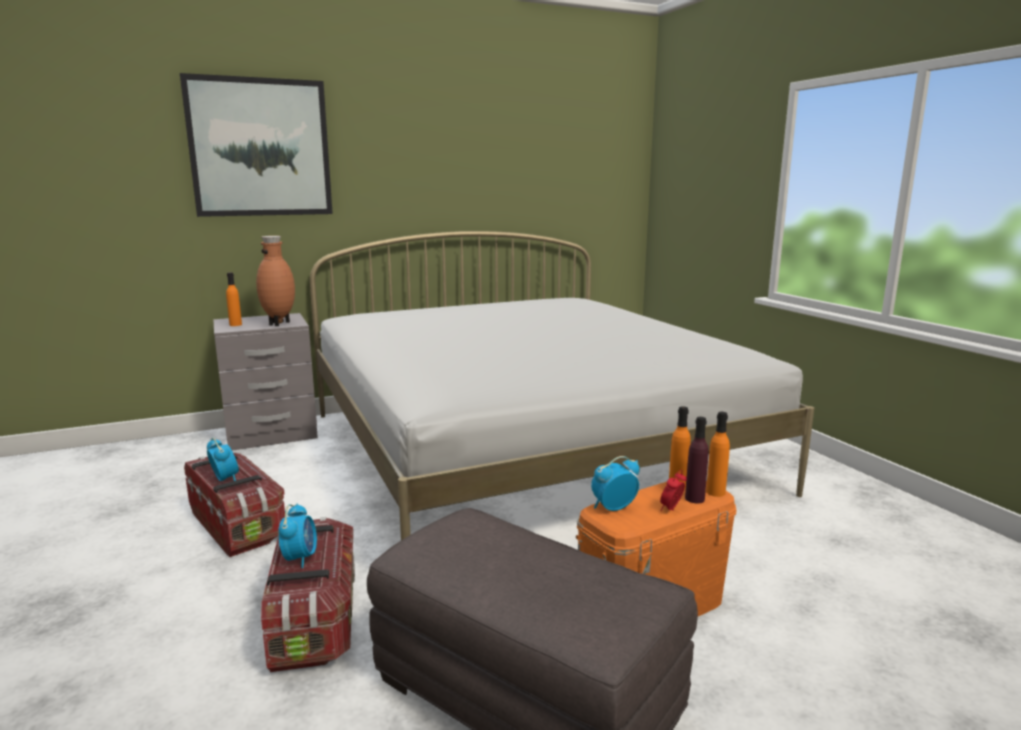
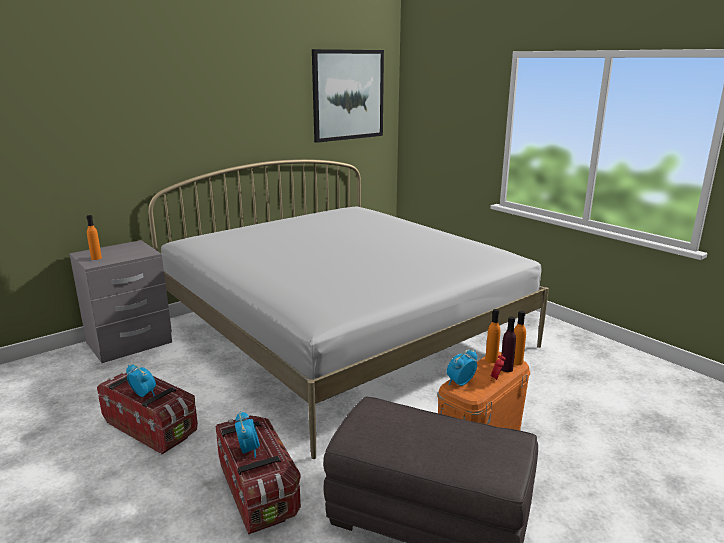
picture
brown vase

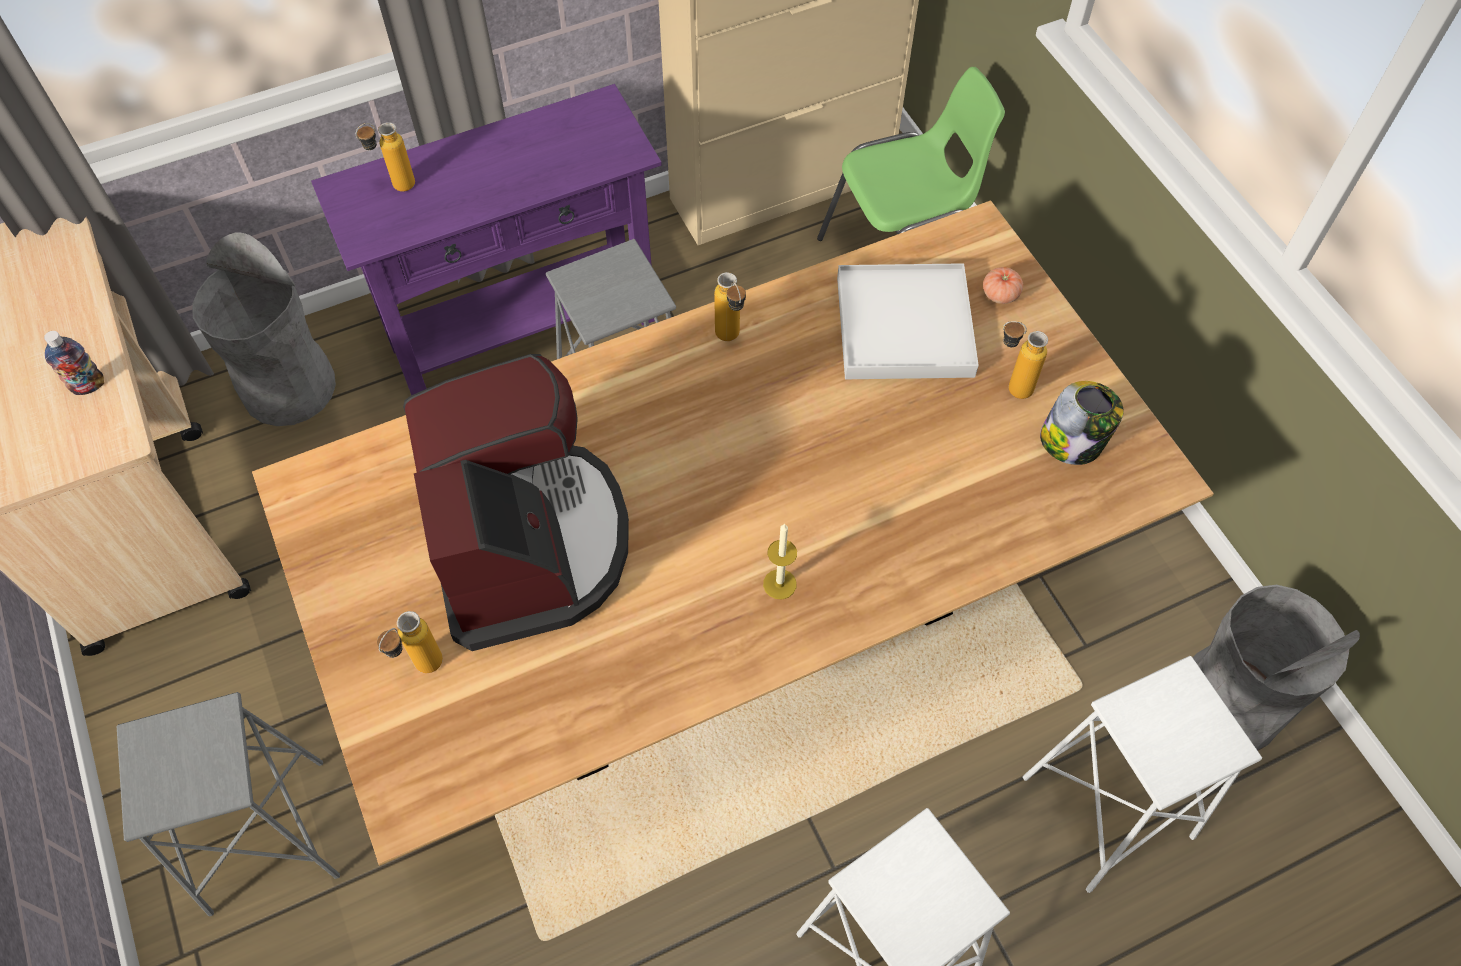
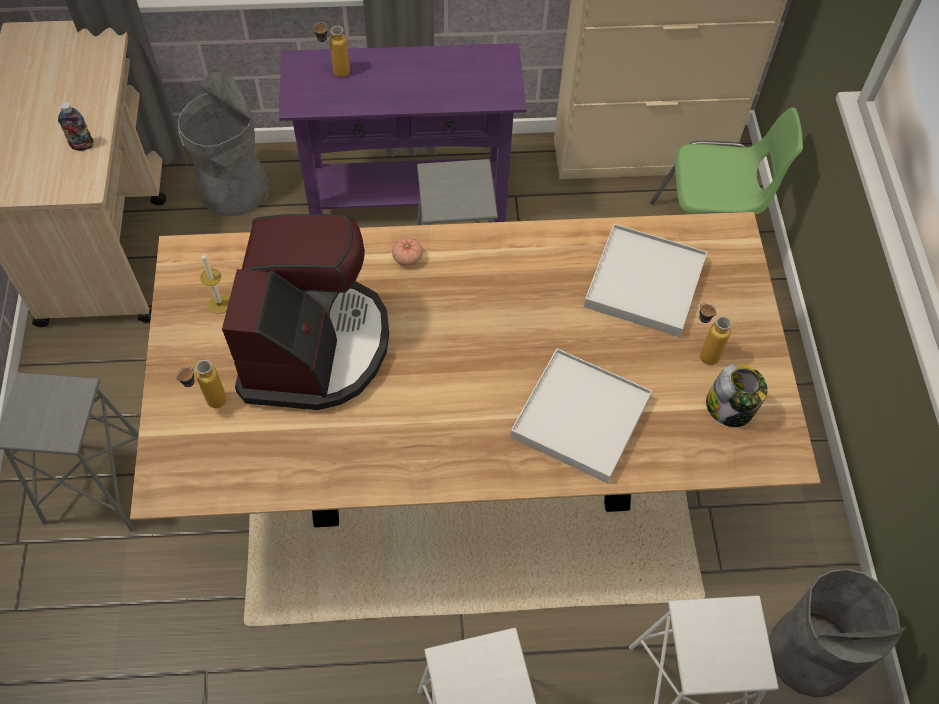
tomato
bottle (no. 4 from left in the first image)
candle
white tray (no. 1 from left)

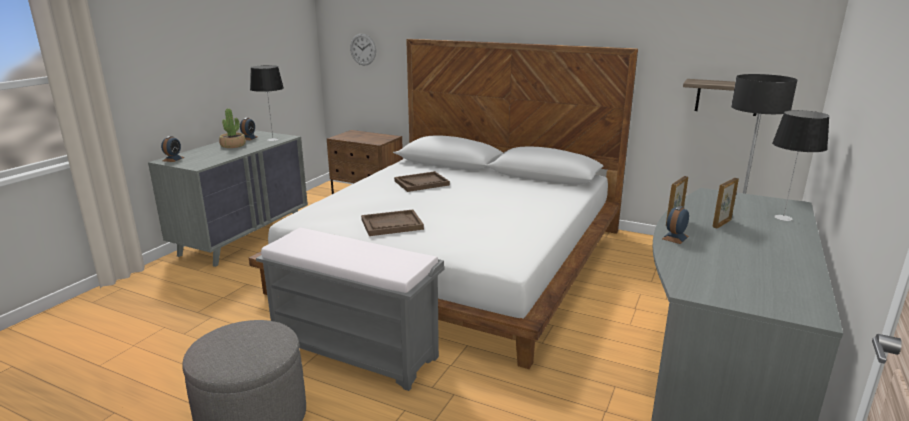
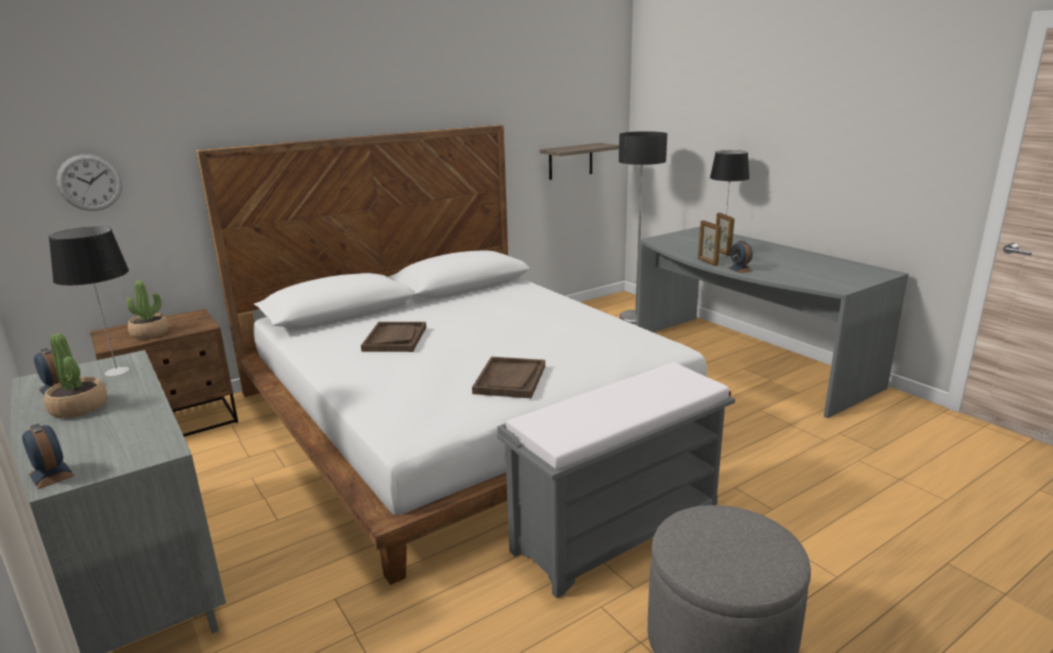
potted plant (no. 2 from left)

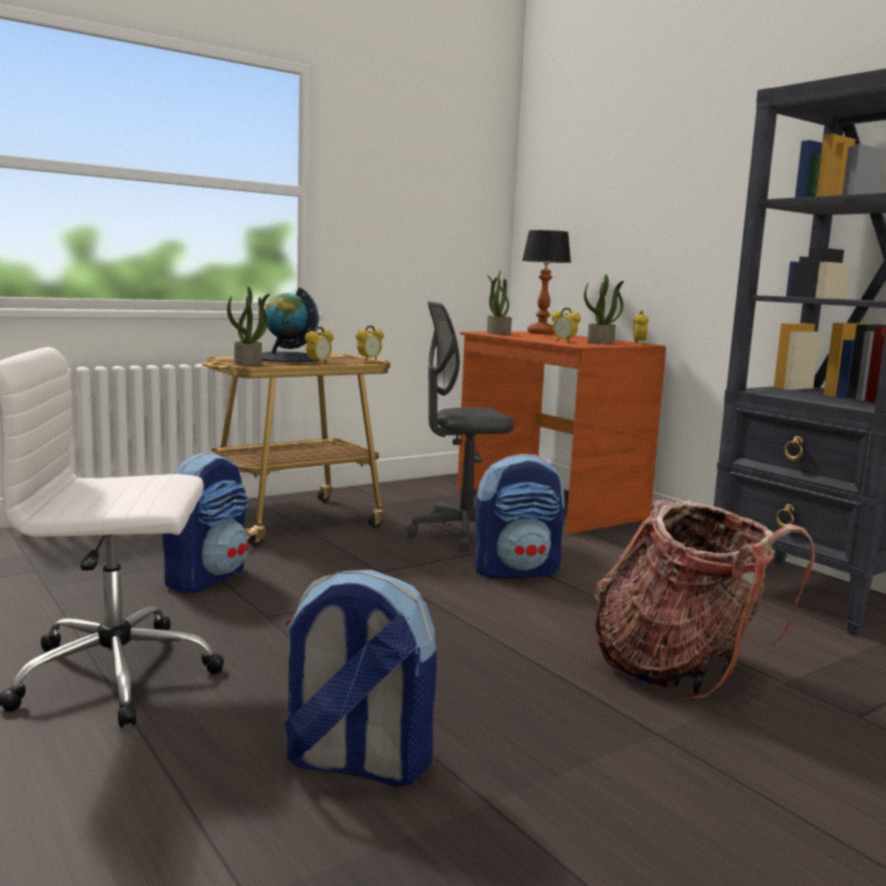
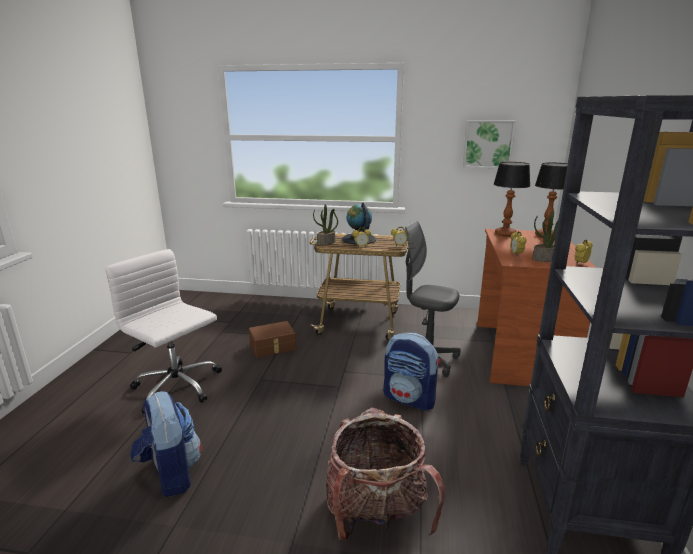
table lamp (no. 1 from left)
brown storage box
picture

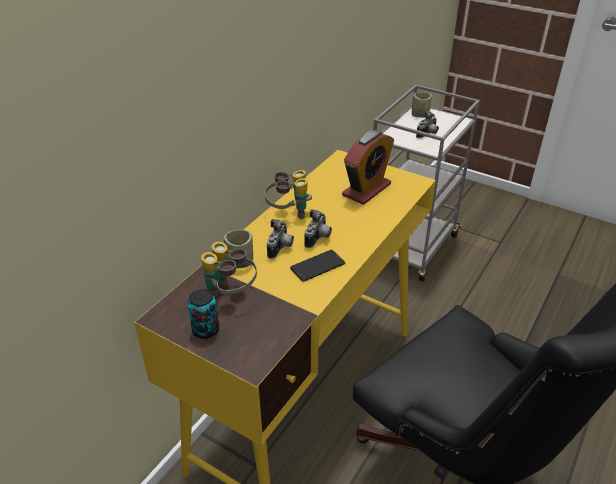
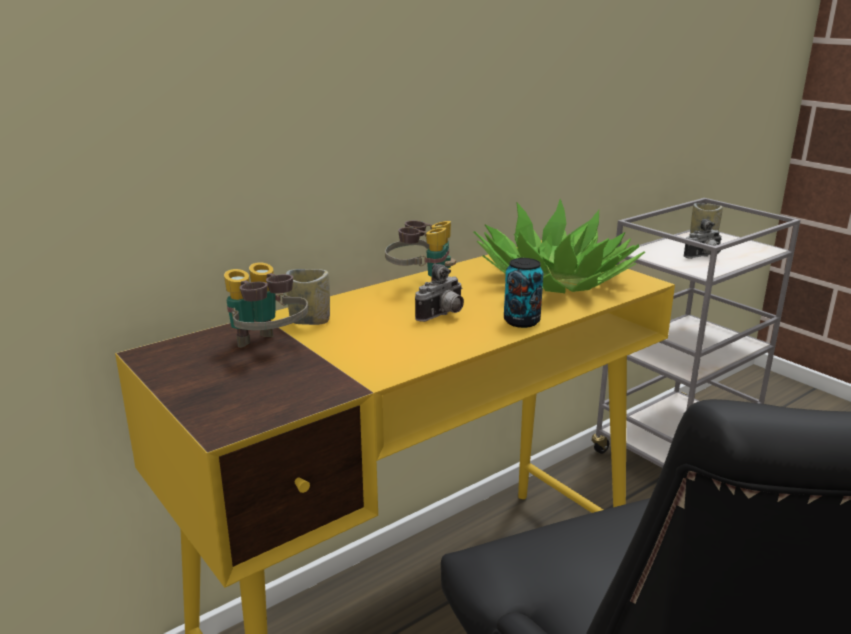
potted plant
photo camera (no. 1 from left in the first image)
phone
can

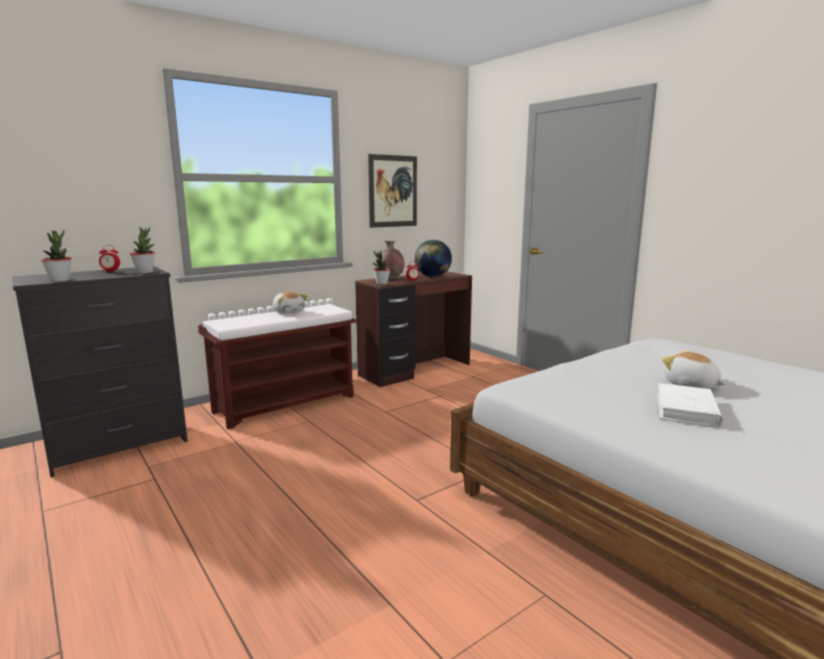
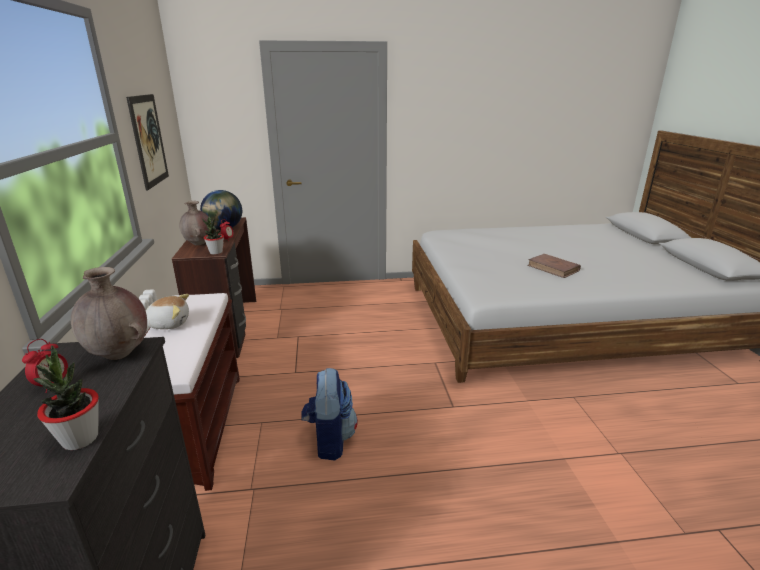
brown vase (no. 1 from left)
plush toy (no. 2 from left in the first image)
brown book
backpack

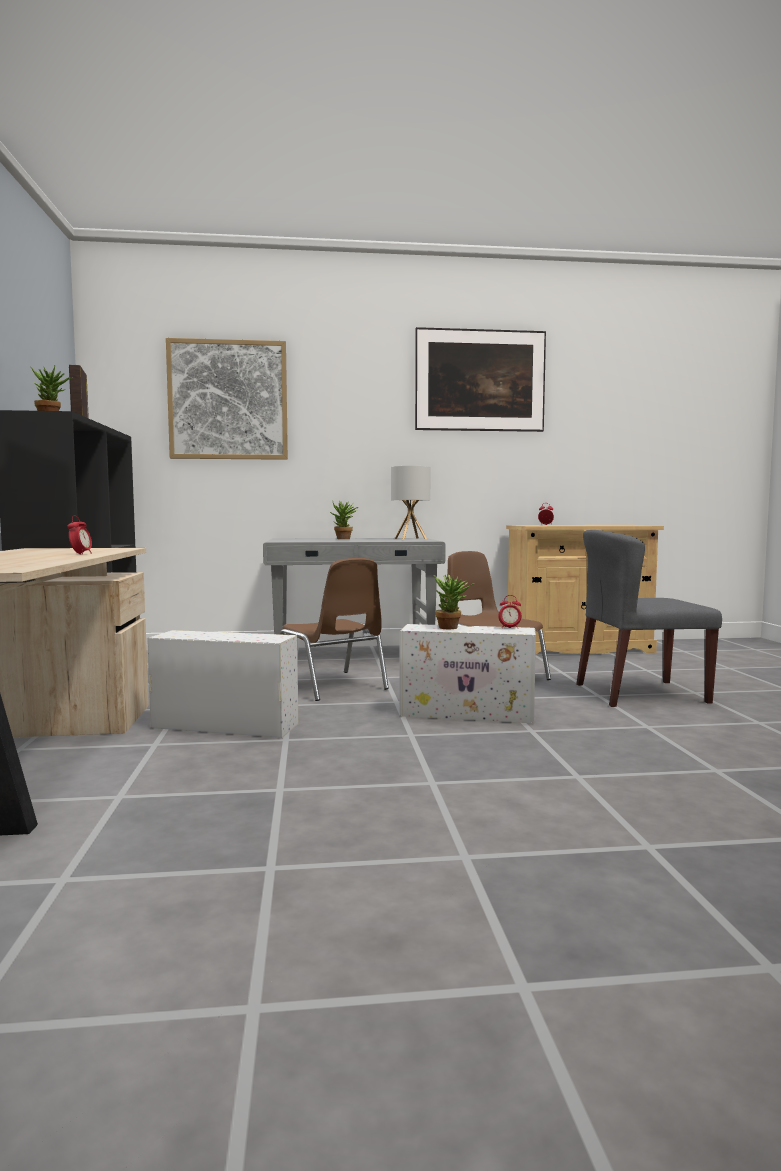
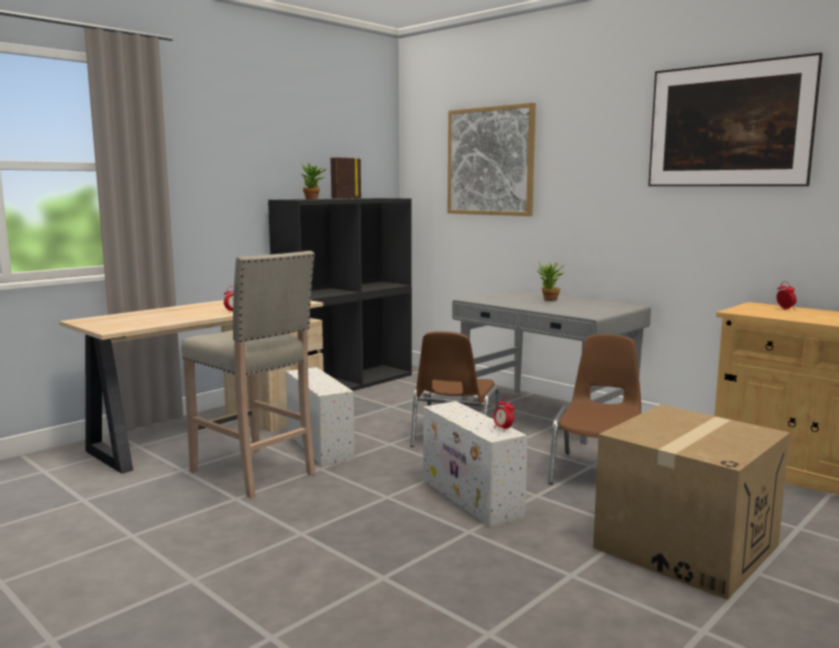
table lamp
cardboard box
potted plant (no. 3 from left in the first image)
beige stool

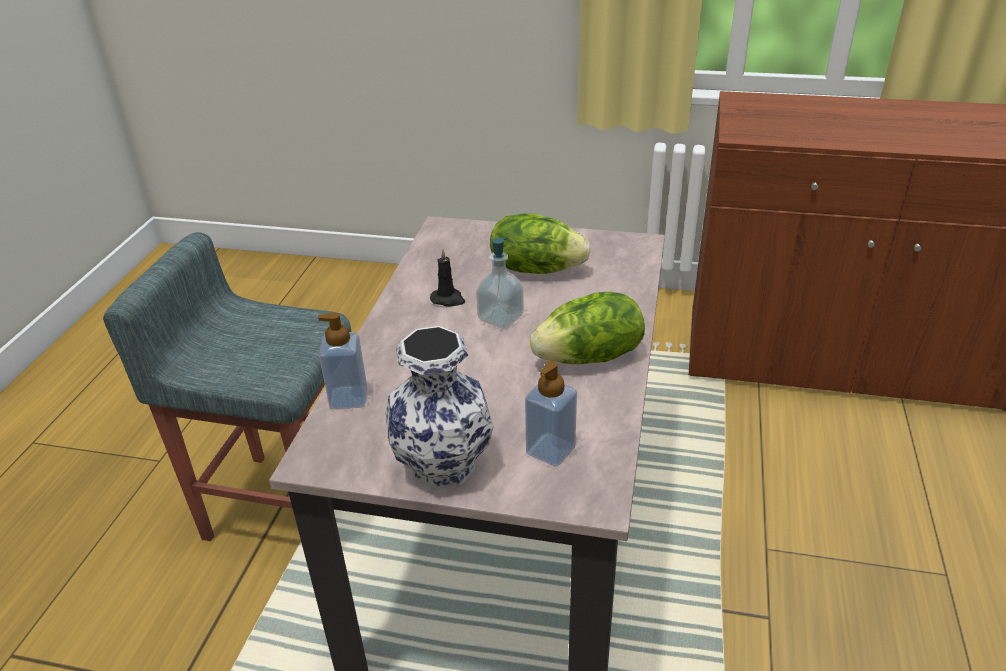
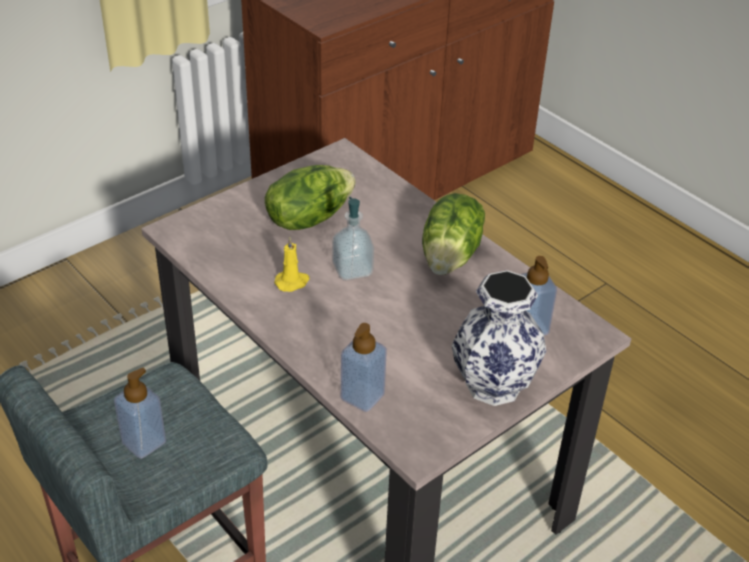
yellow candle
soap dispenser (no. 1 from left)

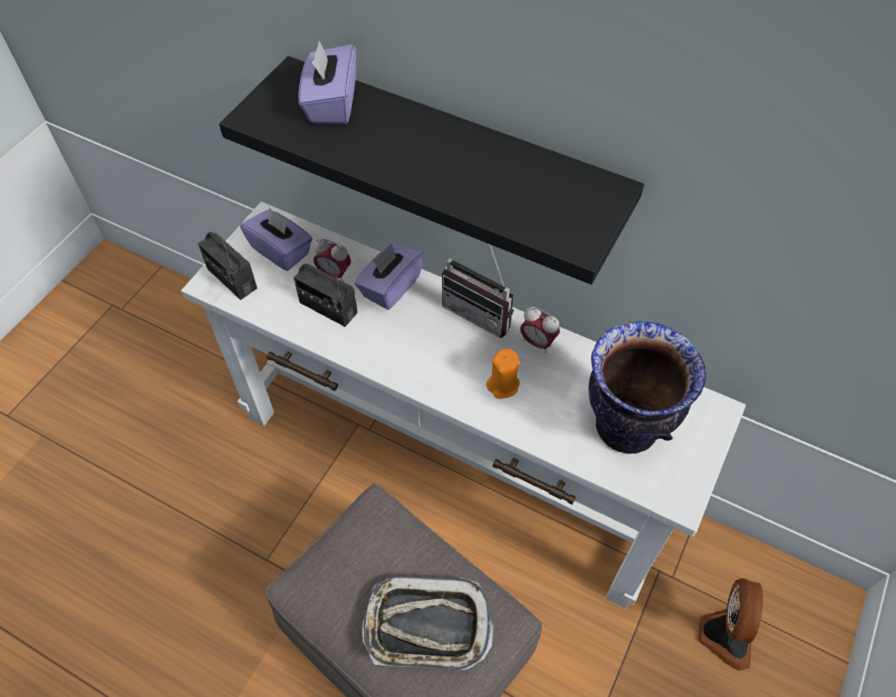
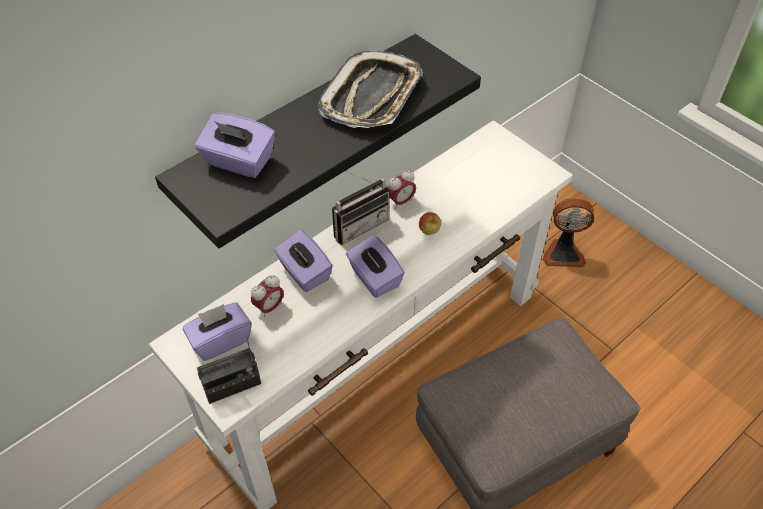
radio (no. 2 from left in the first image)
vase
apple
tray
fan
purple tissue box (no. 4 from left)

